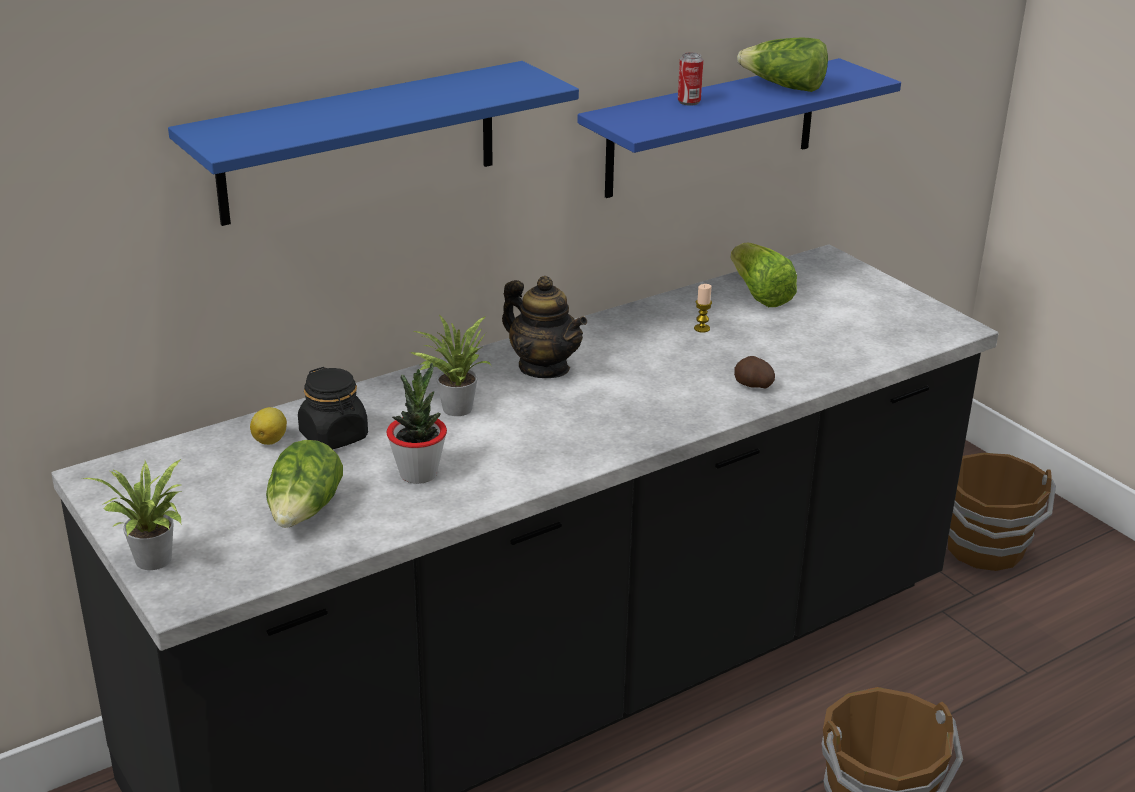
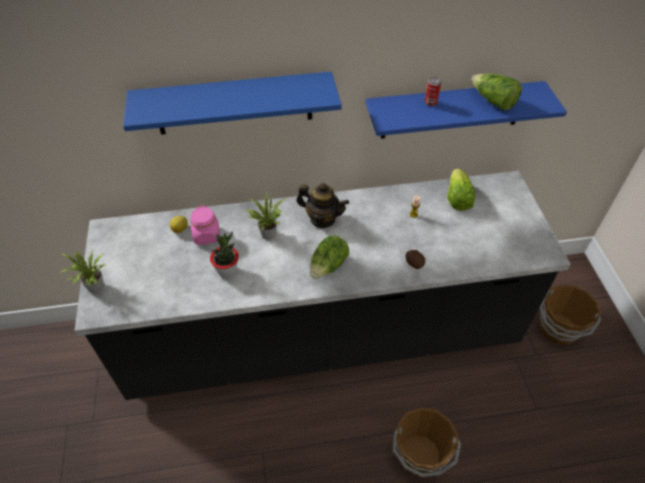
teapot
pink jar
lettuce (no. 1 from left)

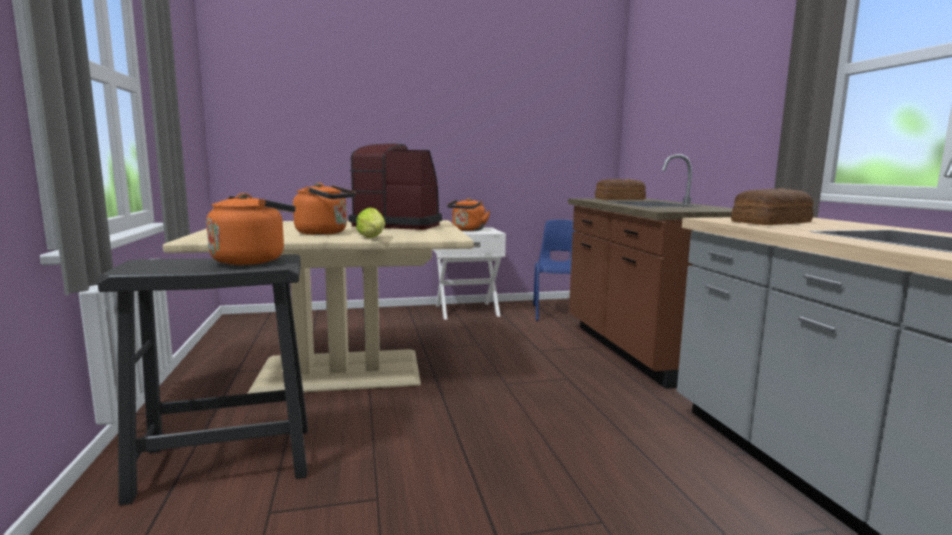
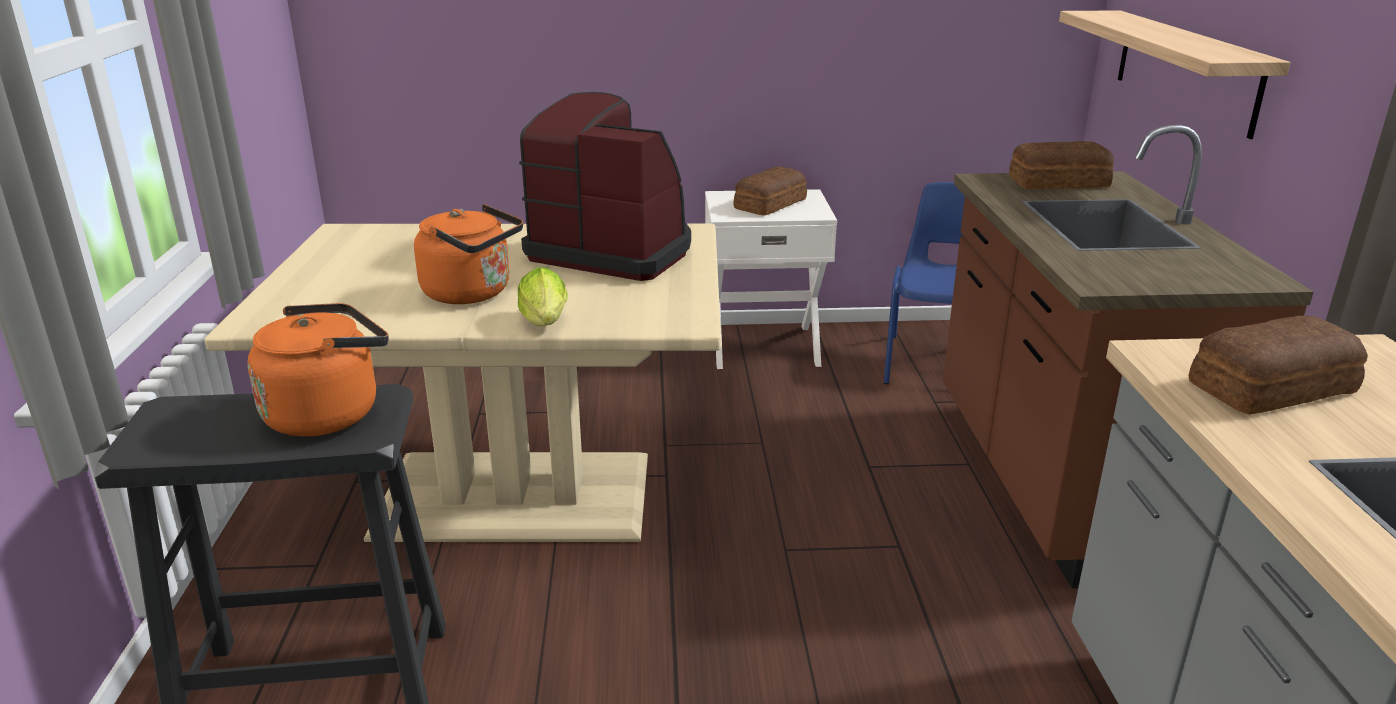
bread (no. 1 from left)
shelf

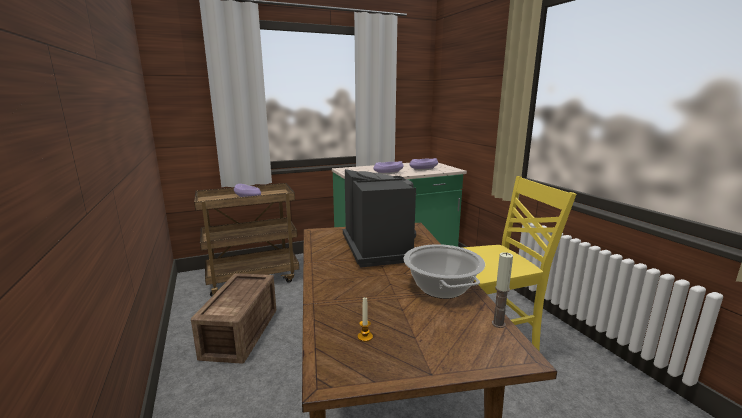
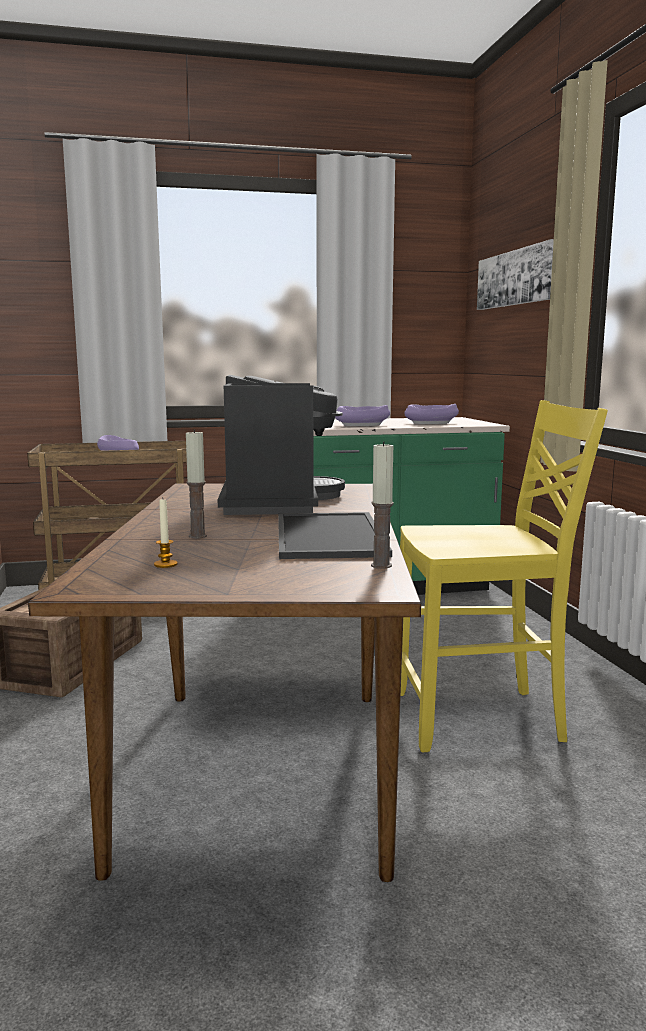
tray
picture
candle (no. 2 from left)

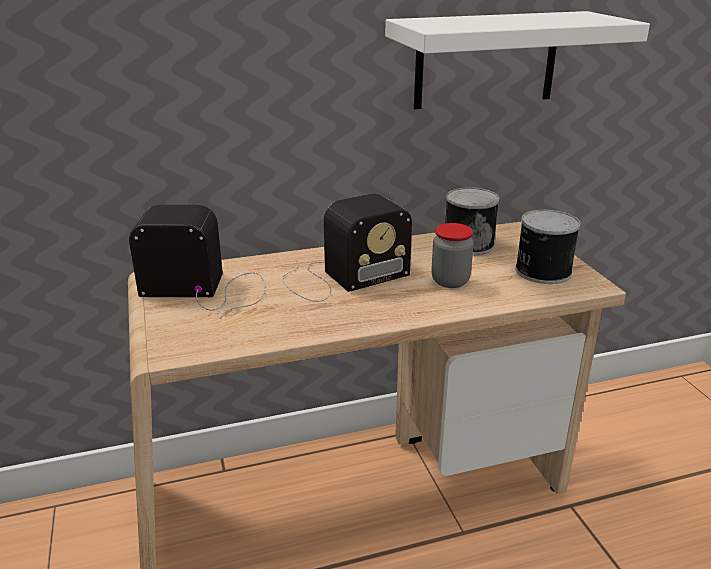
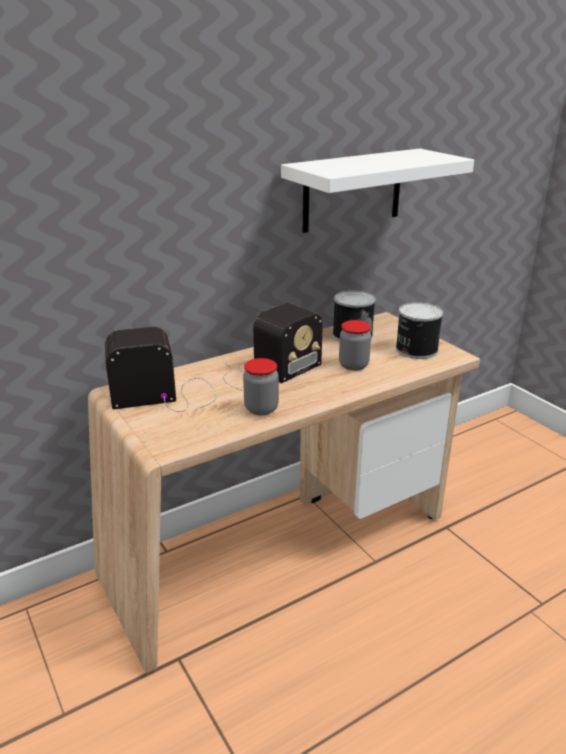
jar (no. 1 from left)

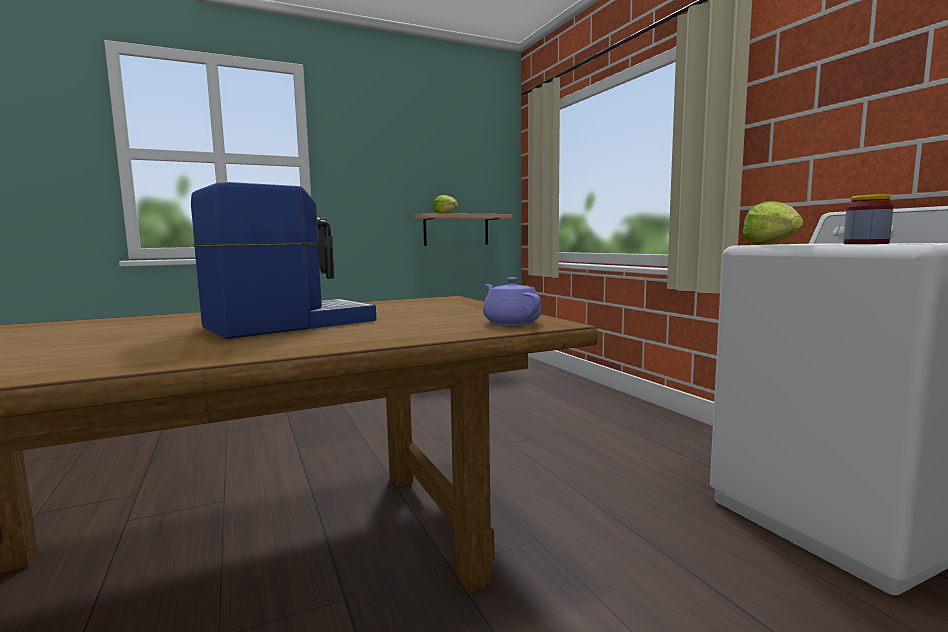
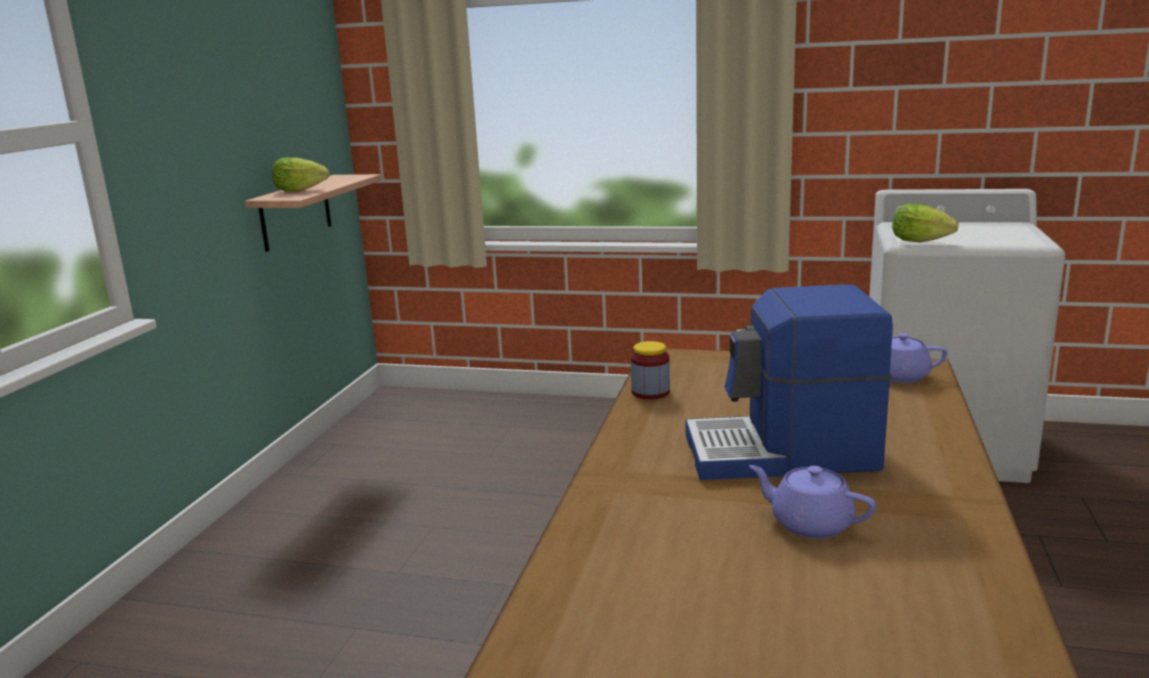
coffee machine
jar
purple teapot (no. 1 from left)

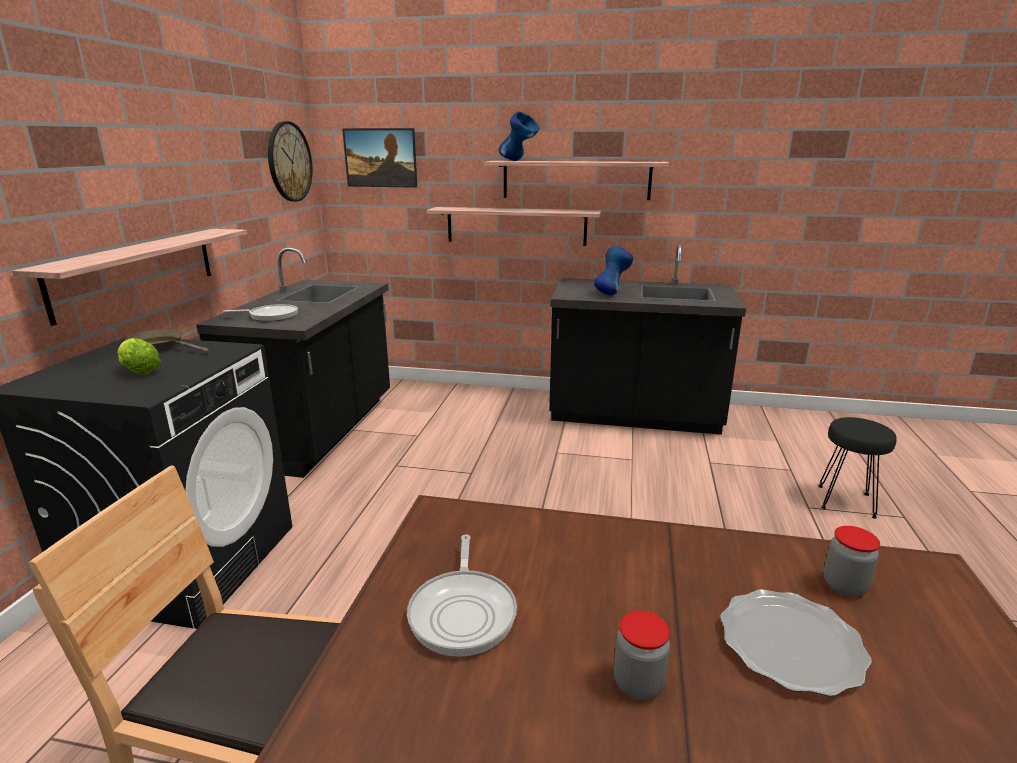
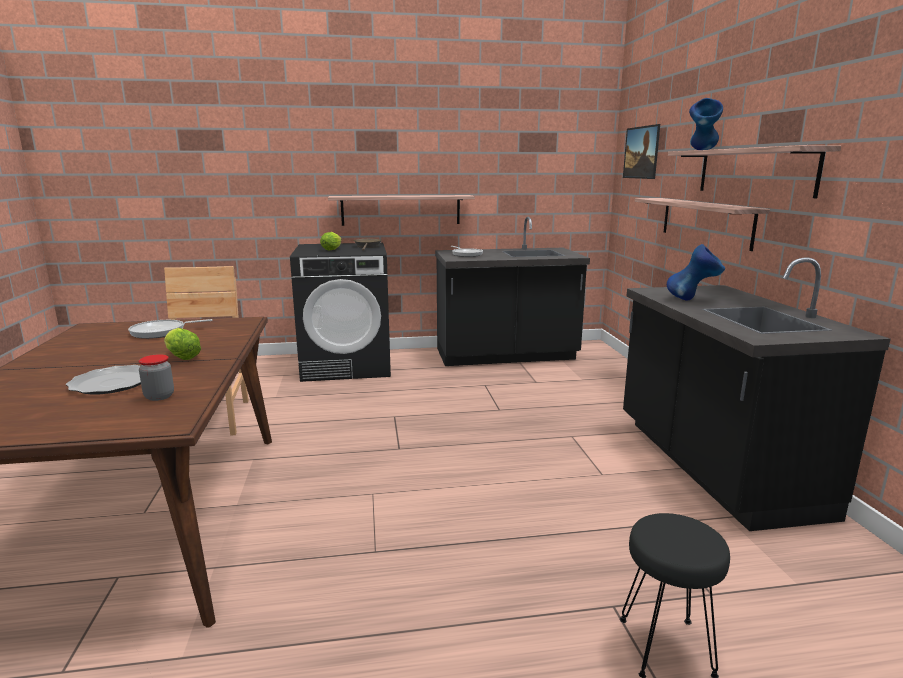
wall clock
jar (no. 1 from left in the first image)
lettuce (no. 1 from left)

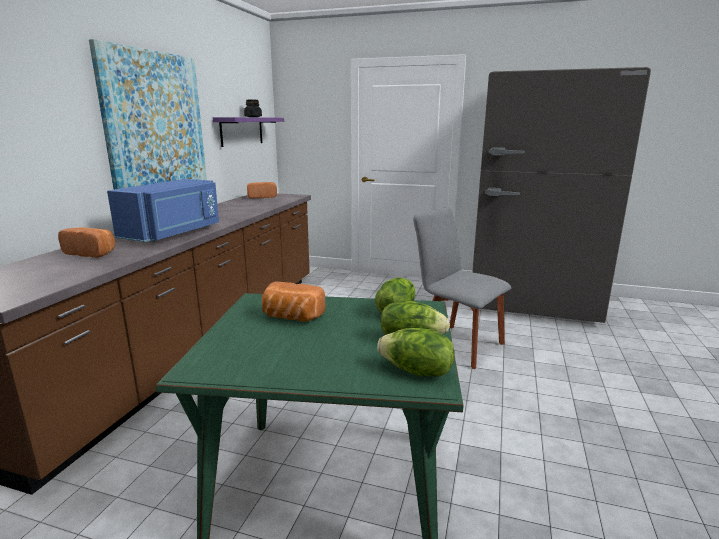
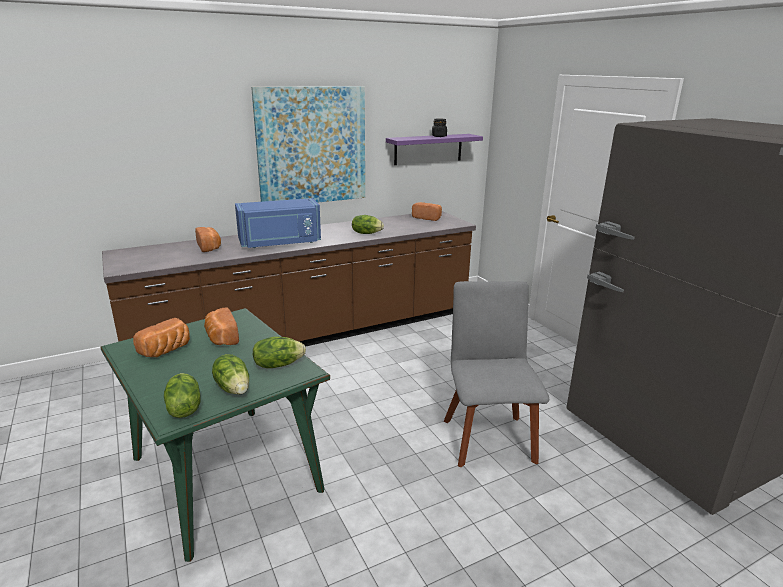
lettuce (no. 4 from left)
bread (no. 1 from left)

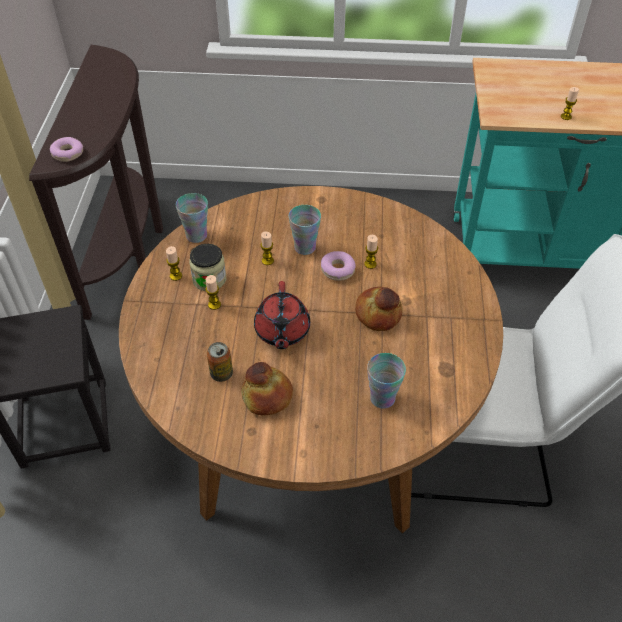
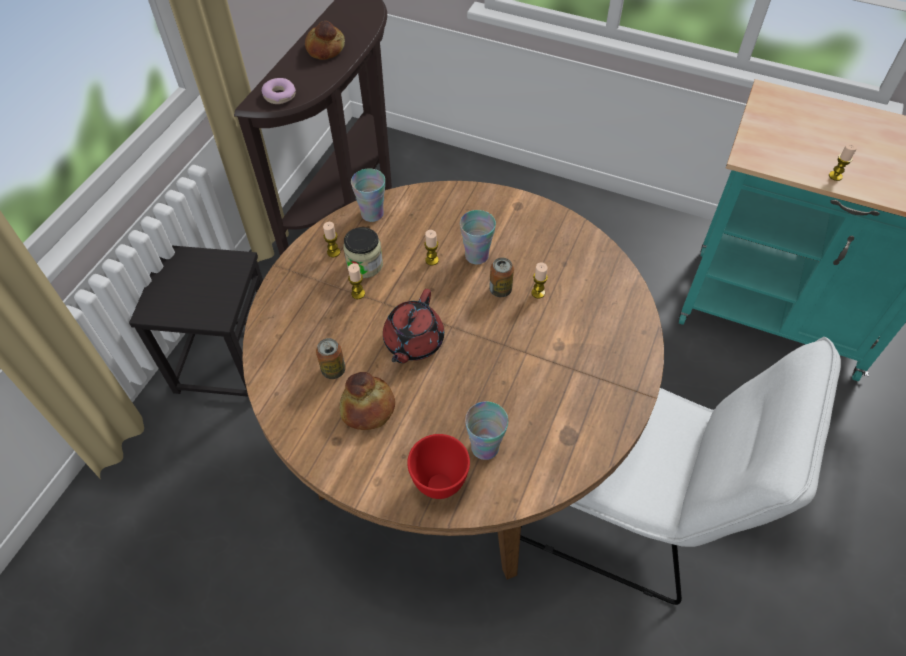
can (no. 2 from left)
bread (no. 1 from left)
red bowl

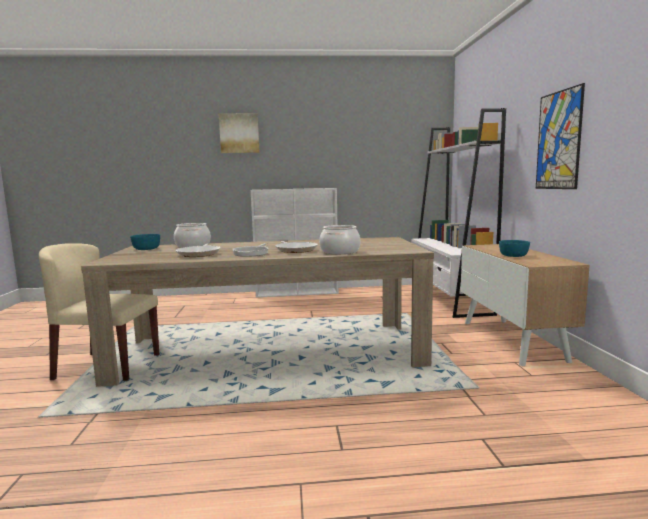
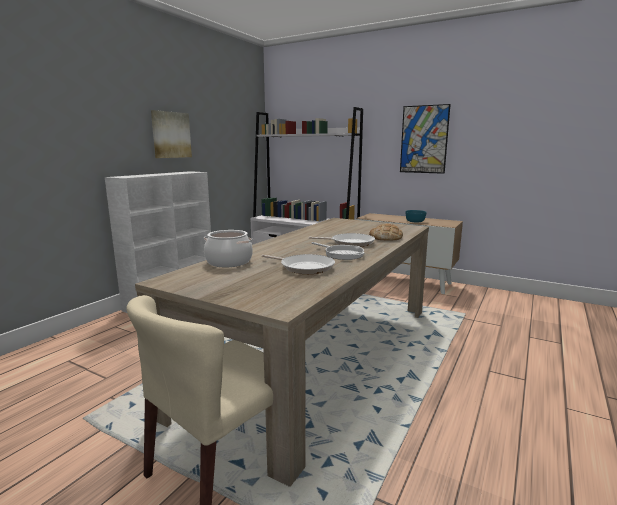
picture (no. 1 from left)
bread
turquoise bowl (no. 1 from left in the first image)

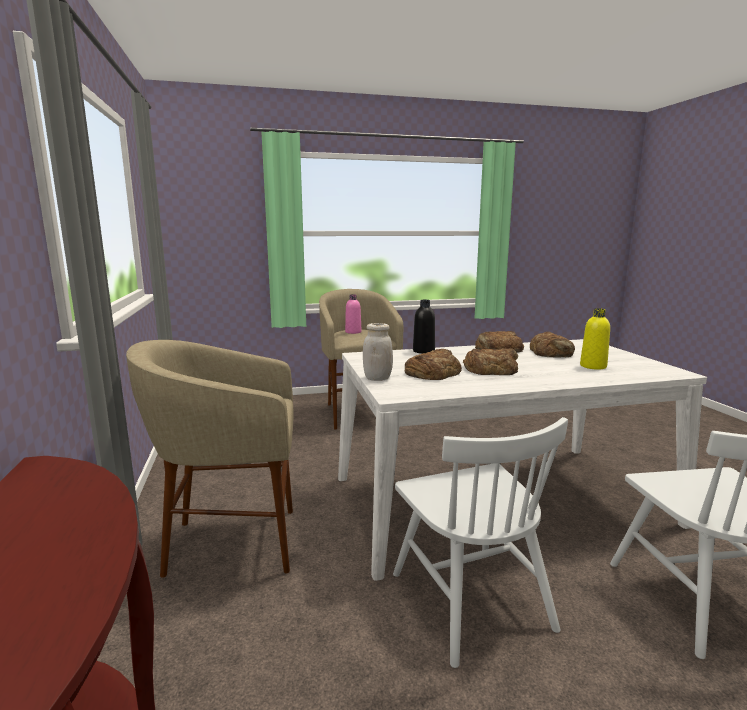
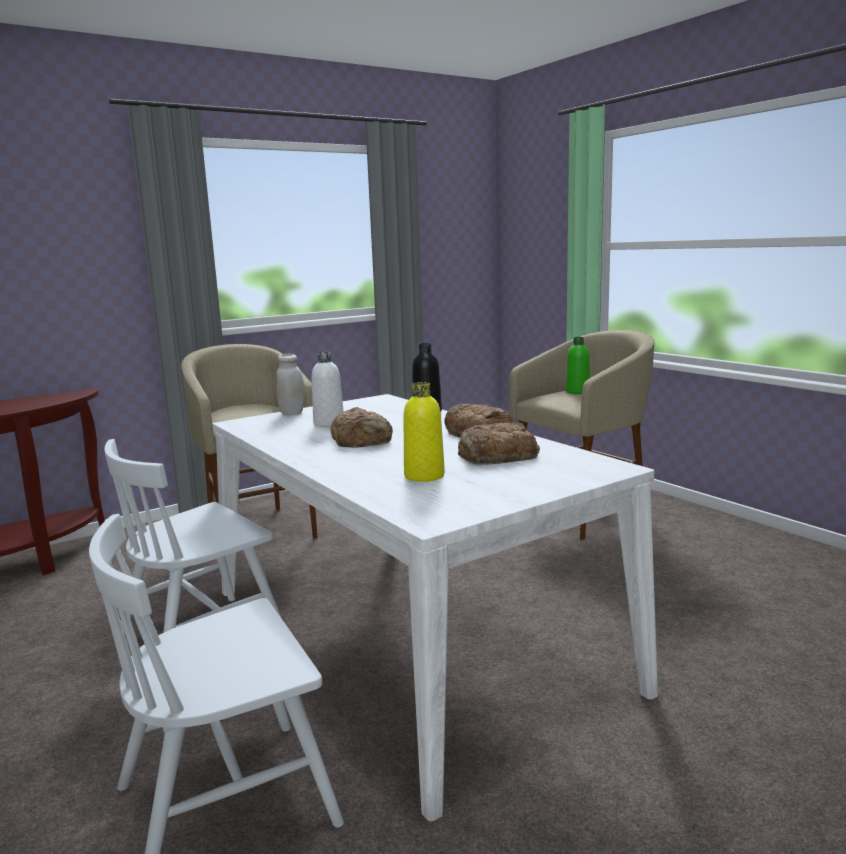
green bottle
white bottle

